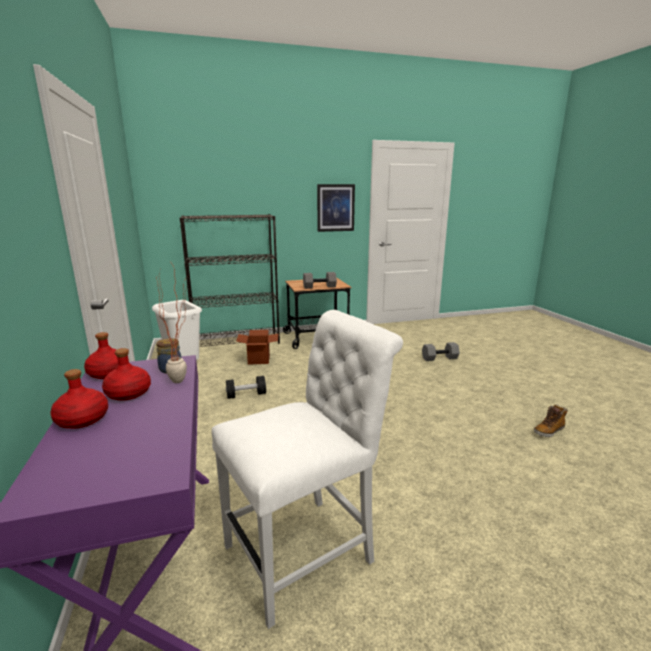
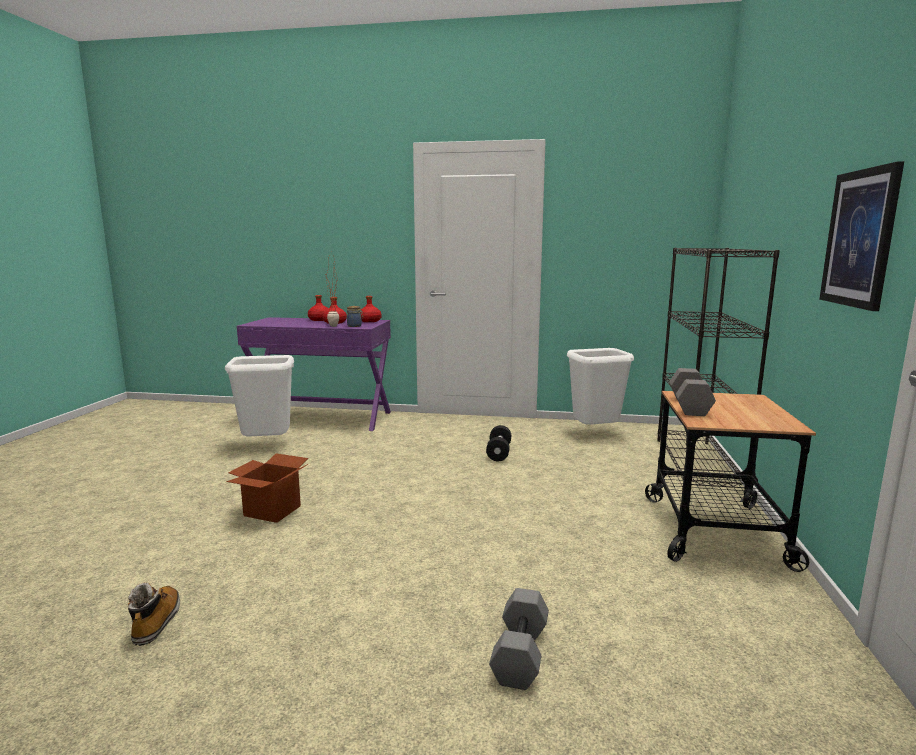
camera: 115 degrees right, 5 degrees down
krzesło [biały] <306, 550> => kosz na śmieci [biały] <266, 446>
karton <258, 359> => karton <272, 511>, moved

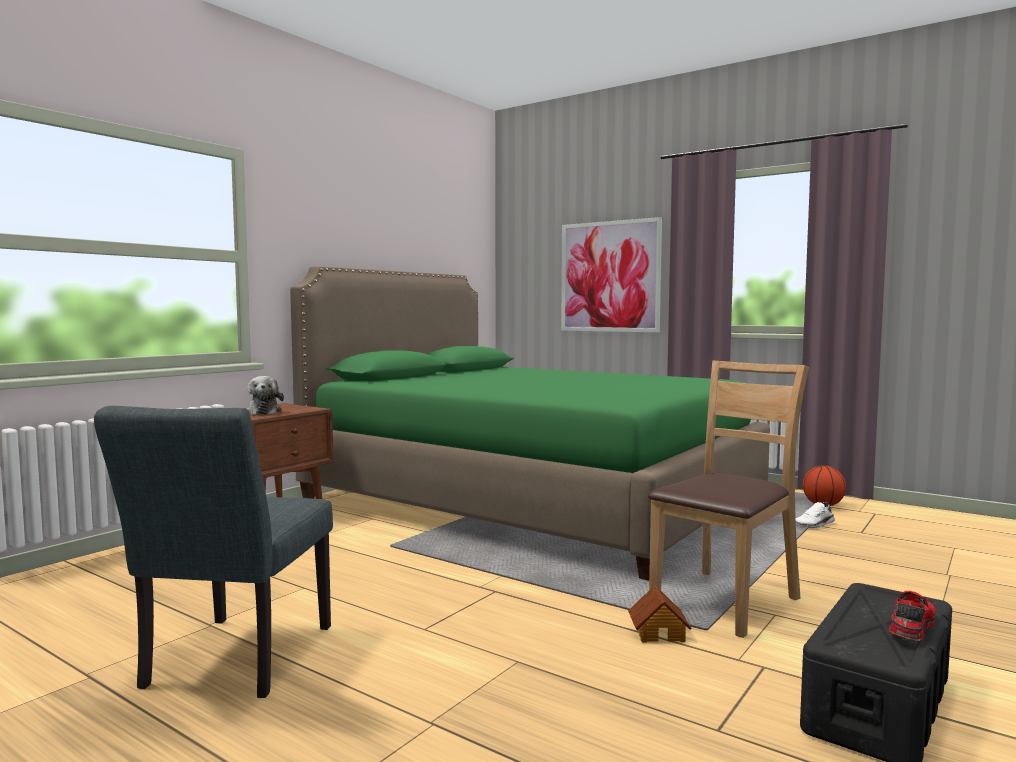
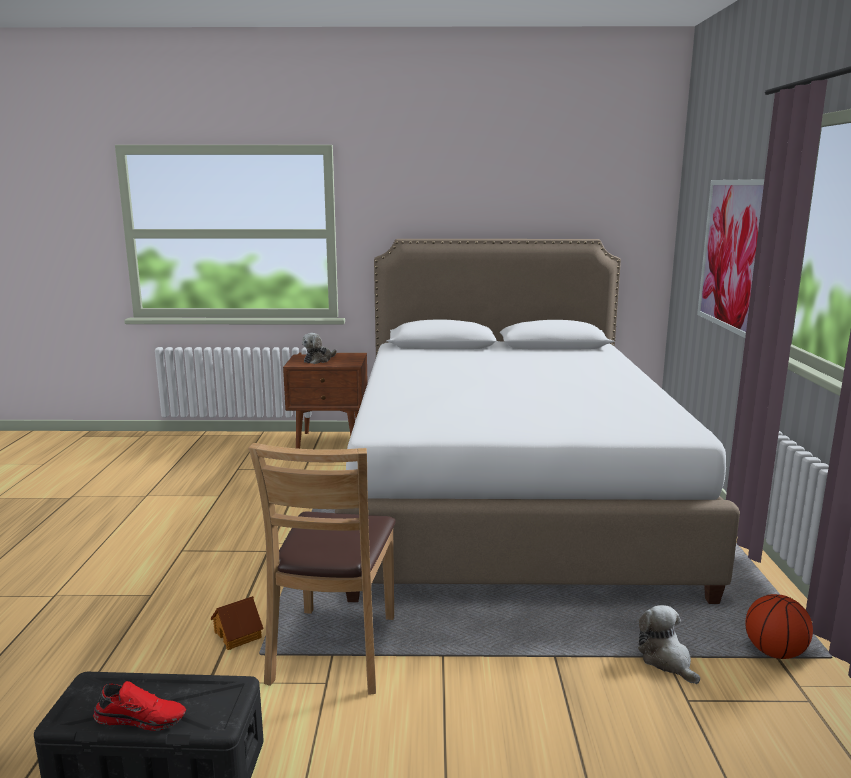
camera: 55 degrees right, 10 degrees up
łóżko [zielony] <531, 500> => łóżko [biały] <506, 497>
krzesło [brązowy] <725, 601> => krzesło [brązowy] <335, 650>, 90 degrees clockwise
krzesło [szary] <232, 663> => nothing
but [biały] <815, 525> => pluszak <666, 660>

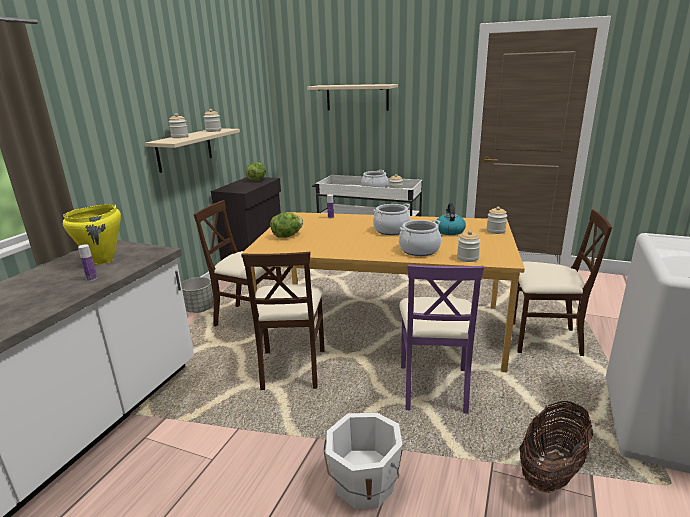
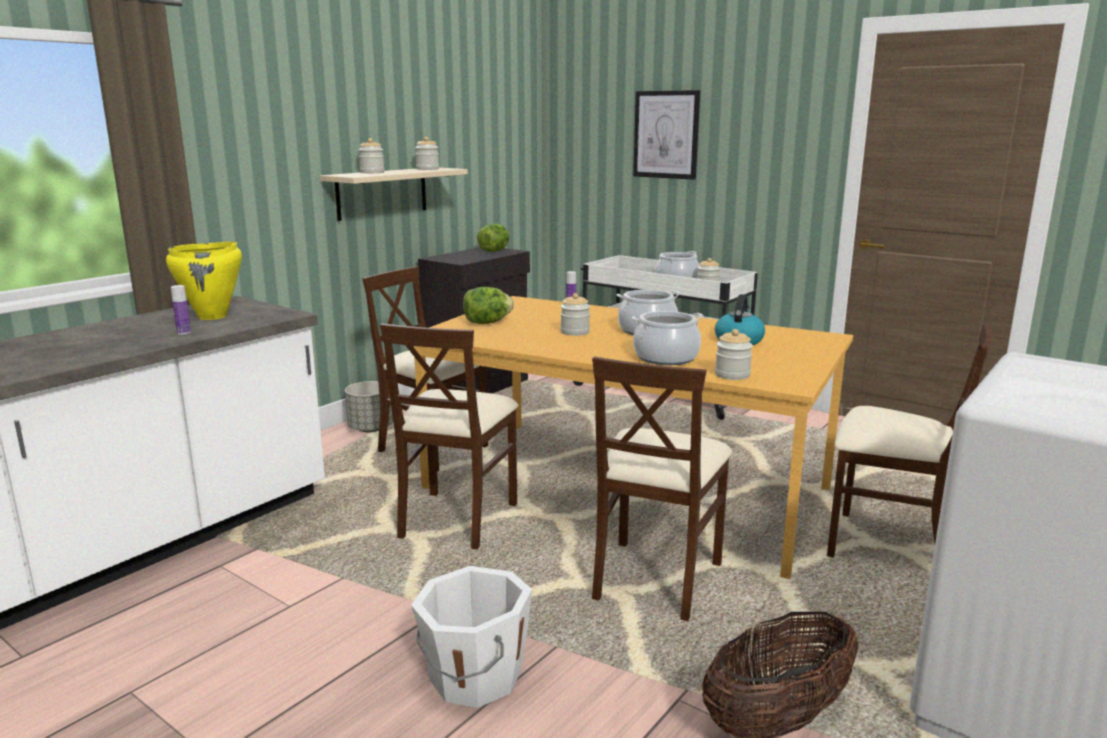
camera: 15 degrees right, 5 degrees down
półka [beżowy] <357, 97> => obraz <666, 134>
słoik <495, 231> => słoik <575, 332>, moved
krzesło [fioletowy] <434, 388> => krzesło [beżowy] <655, 579>

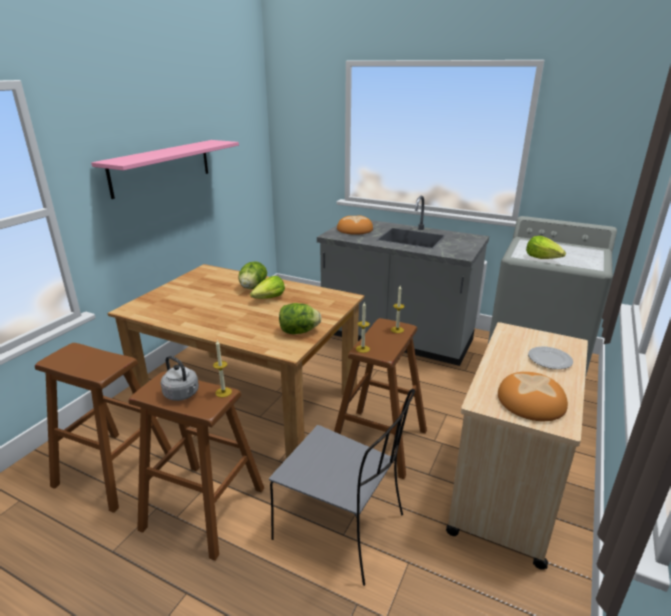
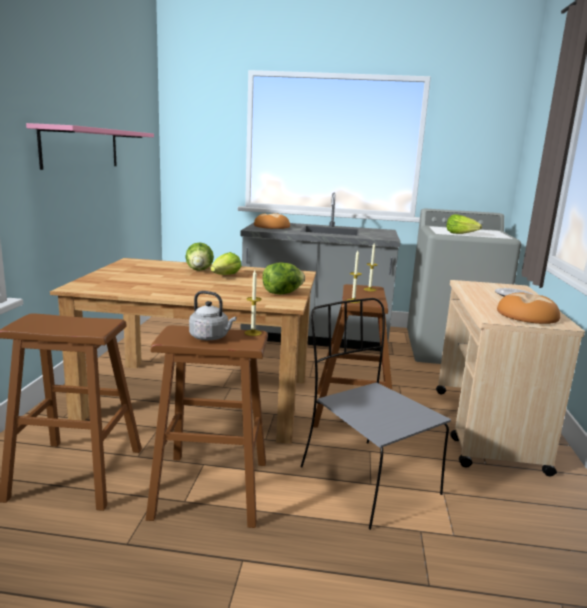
camera: 20 degrees left, 10 degrees down
krzesło [szary] <342, 528> => krzesło [szary] <366, 479>, 135 degrees counterclockwise

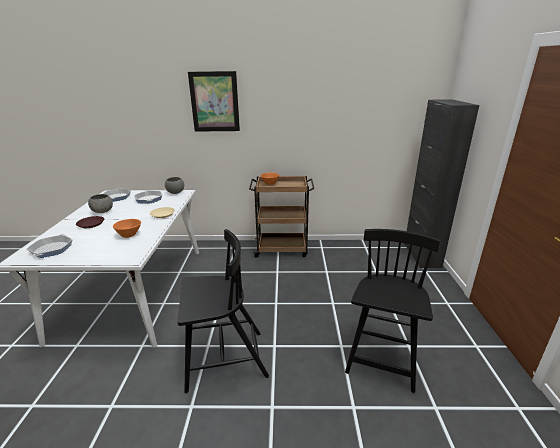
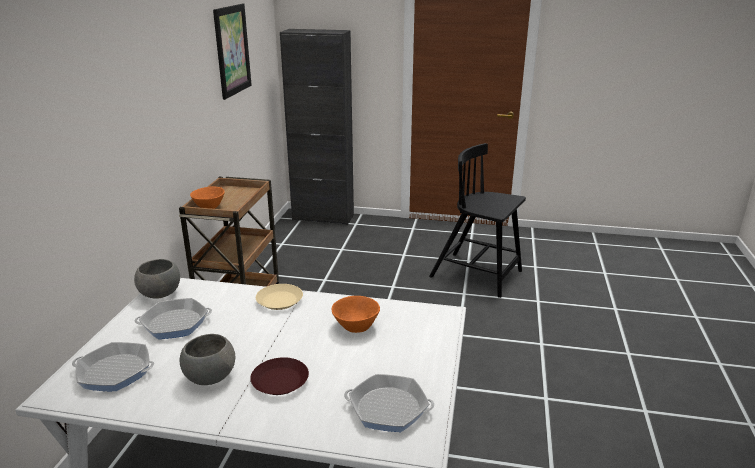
camera: 80 degrees left, 0 degrees up
obraz <214, 102> => obraz <232, 50>, moved
krzesło [czarny] <223, 360> => nothing

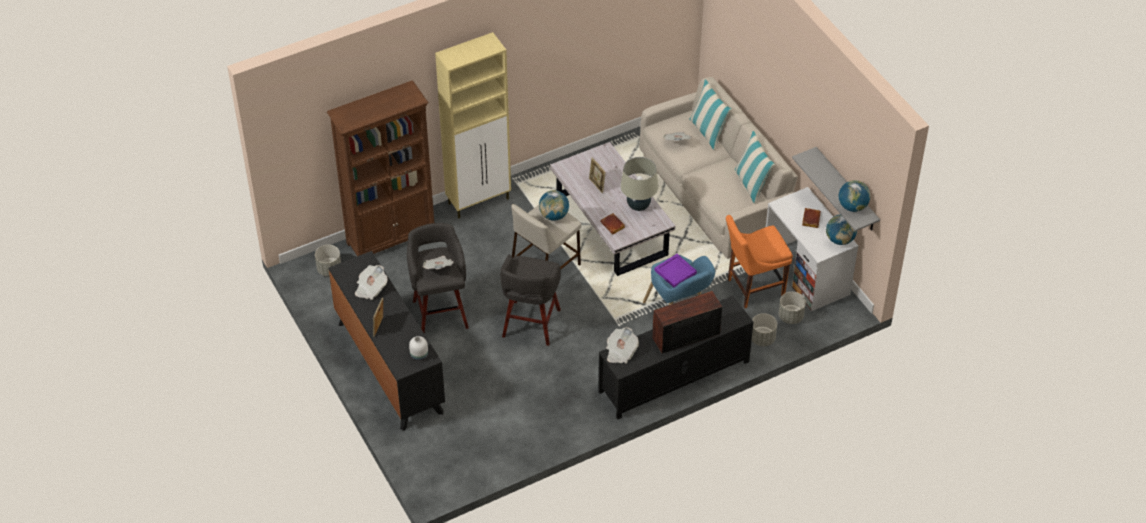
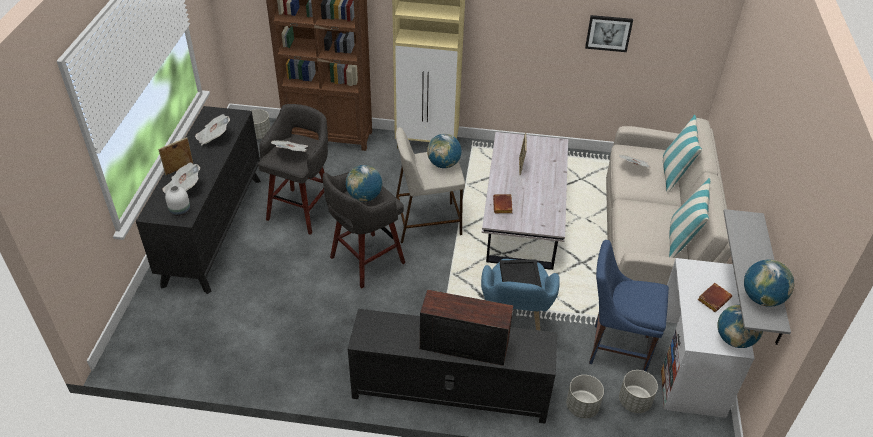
camera: 35 degrees right, 5 degrees down
lampa stołowa [beżowy] <638, 206> => nothing
krzesło [pomarańczowy] <752, 288> => krzesło [niebieski] <615, 348>
taca [fioletowy] <674, 272> => taca [czarny] <519, 276>
gazeta <620, 352> => gazeta <183, 188>, moved
nothing => obraz <608, 33>
nothing => globus <364, 197>

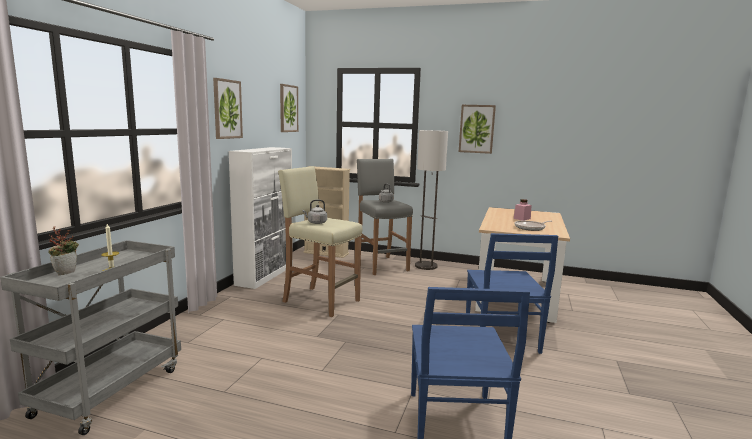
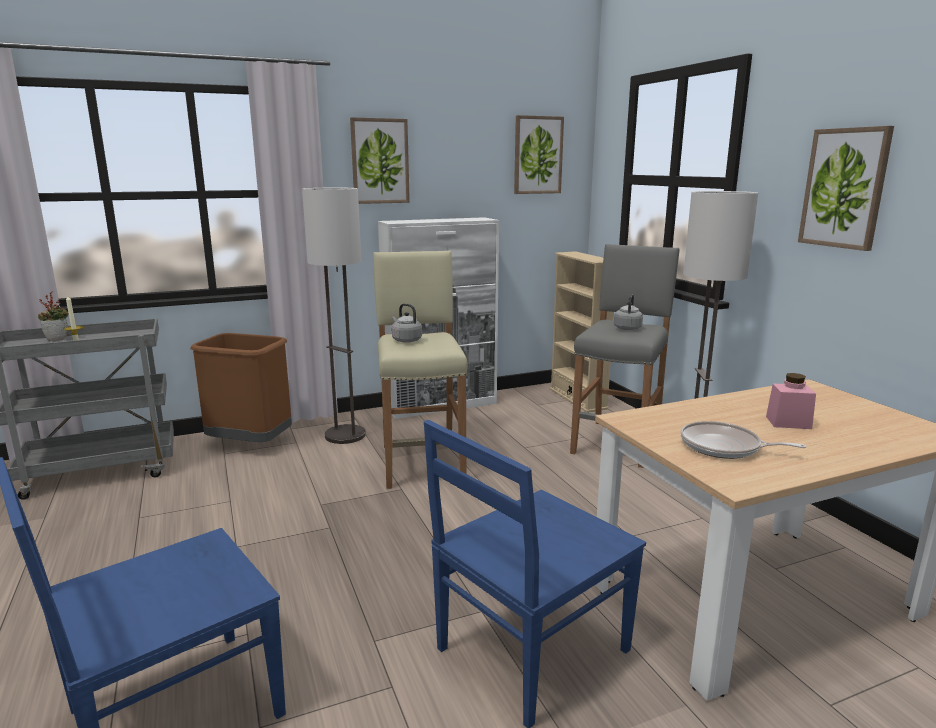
camera: 50 degrees right, 5 degrees up
nothing => lampa stojąca <344, 435>
nothing => kosz na śmieci [brązowy] <251, 444>

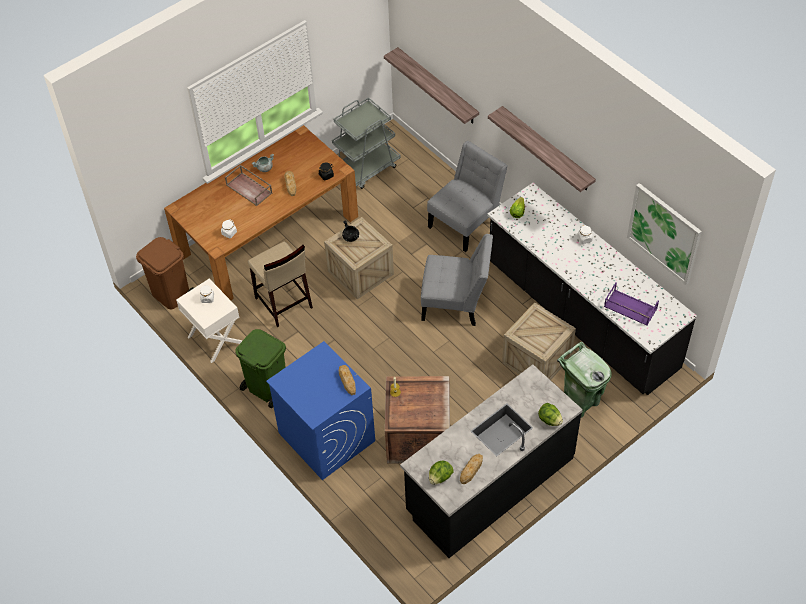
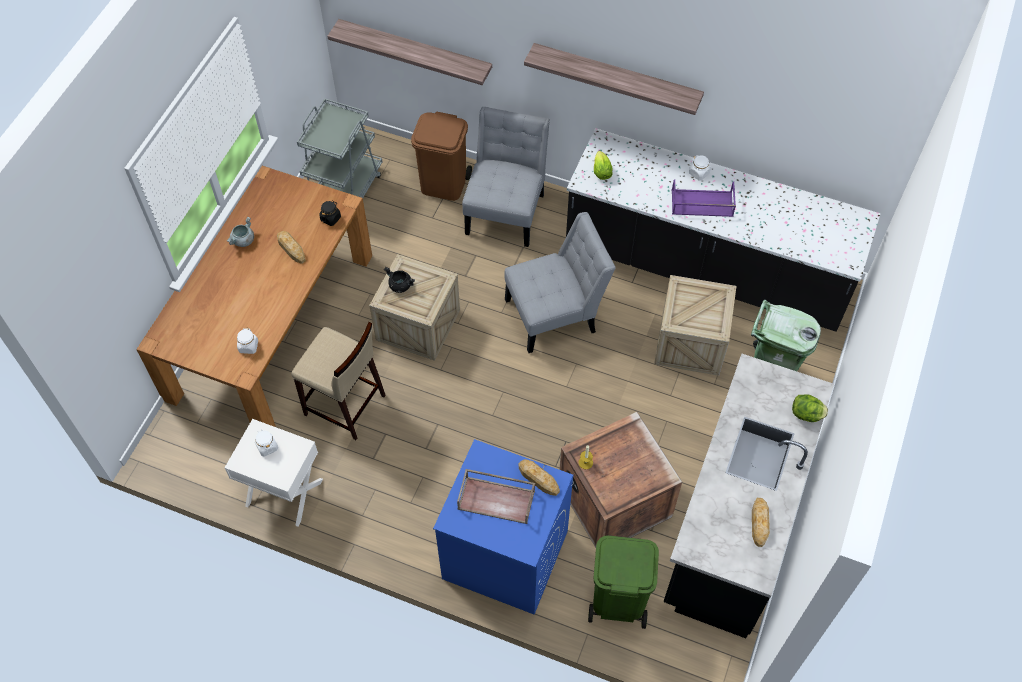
camera: 30 degrees left, 5 degrees up
taca [brązowy] <250, 189> => taca [brązowy] <497, 499>, moved
obraz <664, 233> => nothing
kosz na śmieci [brązowy] <172, 294> => kosz na śmieci [brązowy] <444, 184>, moved
taca [fioletowy] <629, 307> => taca [fioletowy] <701, 203>, moved
kosz na śmieci [zielony] <267, 387> => kosz na śmieci [zielony] <617, 600>, moved
sałata <440, 477> => nothing

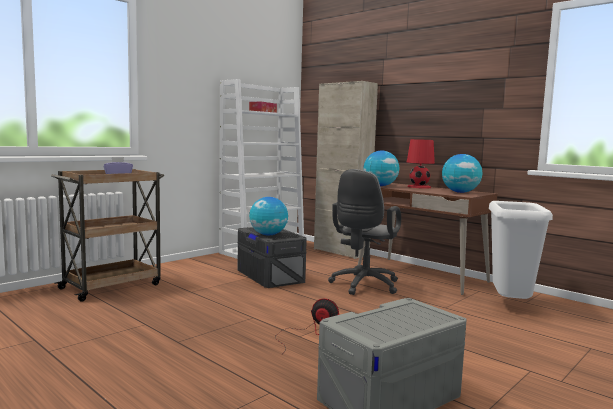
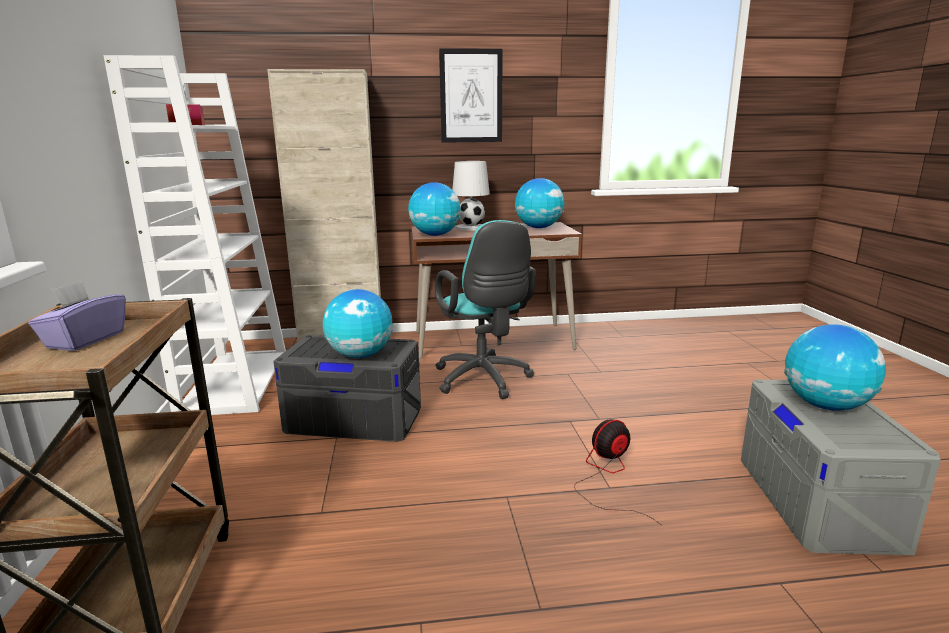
camera: 50 degrees left, 10 degrees up
lampa stołowa [czerwony] <419, 187> => lampa stołowa [biały] <471, 228>
krzesło biurowe [szary] <363, 286> => krzesło biurowe [turkusowy] <484, 381>
kosz na śmieci [biały] <511, 305> => nothing
nothing => obraz <471, 96>
nothing => globus <825, 405>

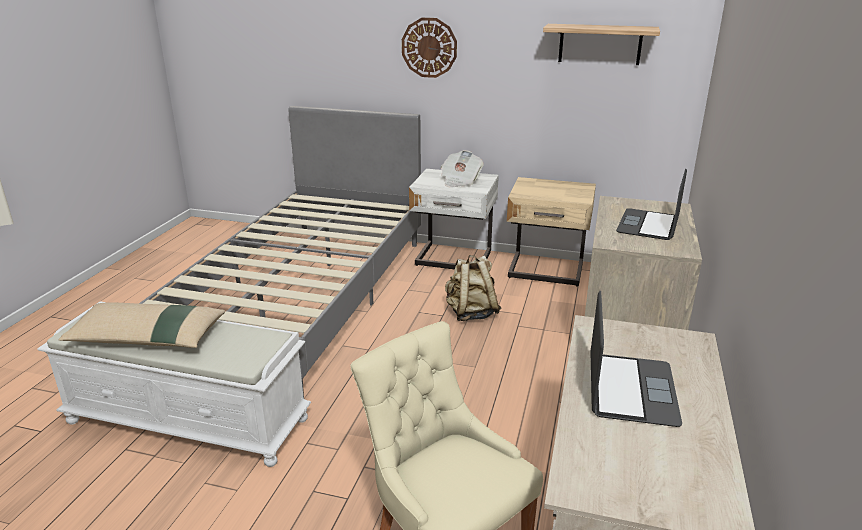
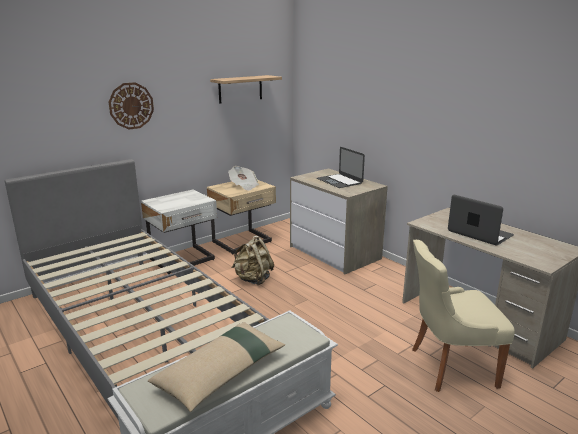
camera: 55 degrees left, 5 degrees down
gazeta <460, 181> => gazeta <244, 186>, moved

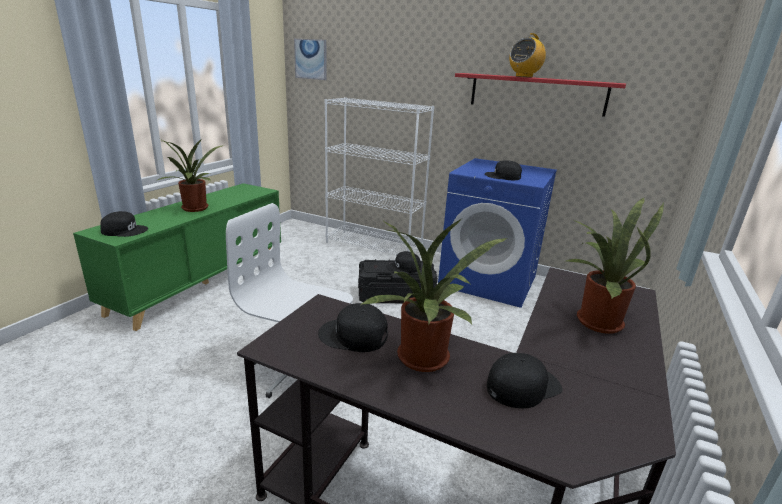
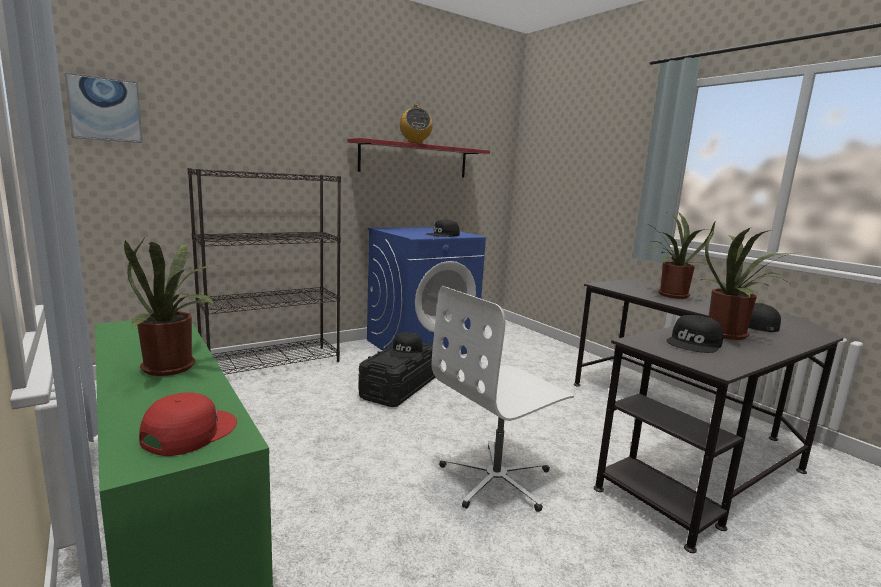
camera: 60 degrees left, 10 degrees down
regał [biały] <374, 246> => regał [czarny] <272, 363>
czapka z daszkiem [czarny] <125, 230> => czapka z daszkiem [czerwony] <189, 432>

